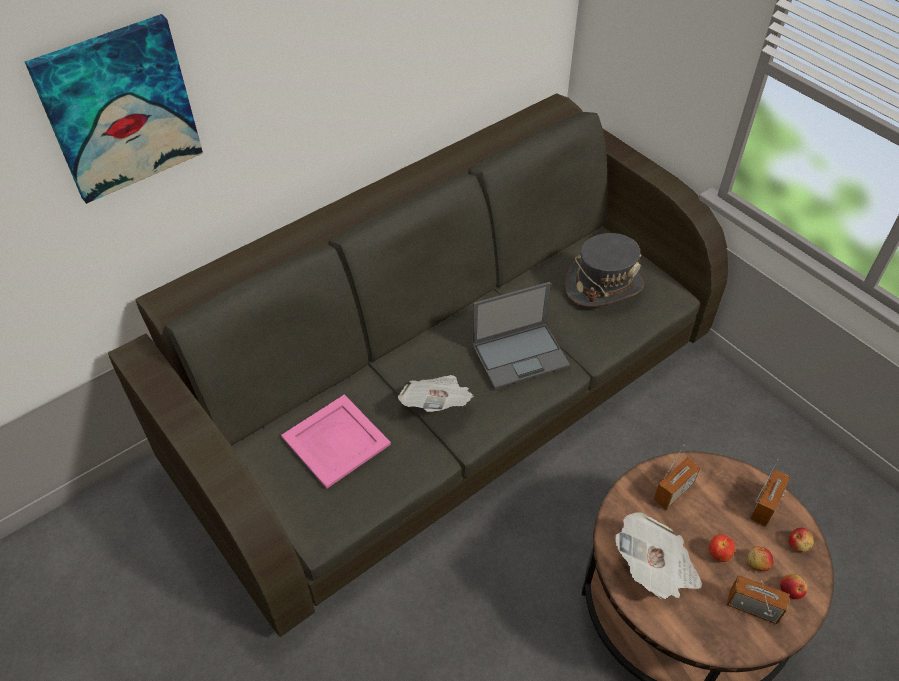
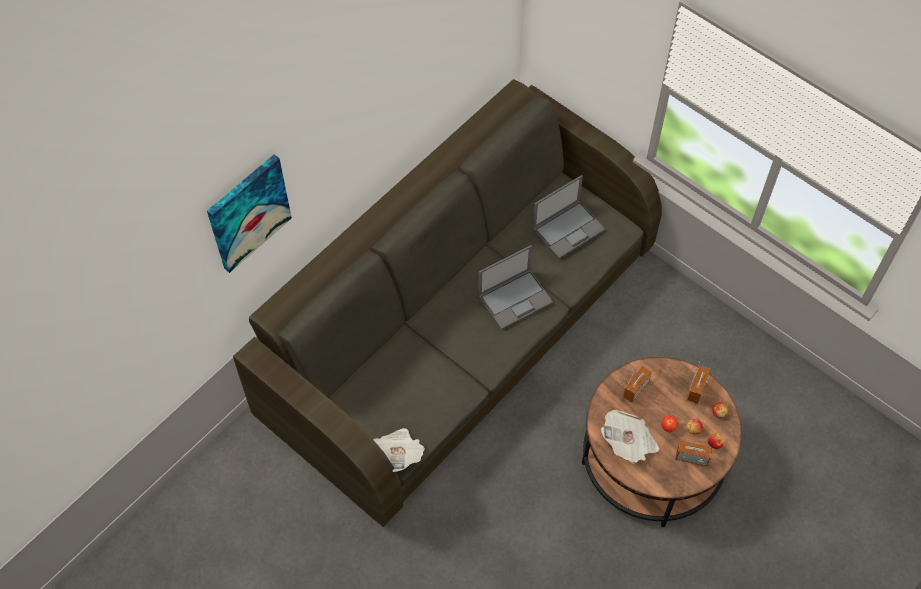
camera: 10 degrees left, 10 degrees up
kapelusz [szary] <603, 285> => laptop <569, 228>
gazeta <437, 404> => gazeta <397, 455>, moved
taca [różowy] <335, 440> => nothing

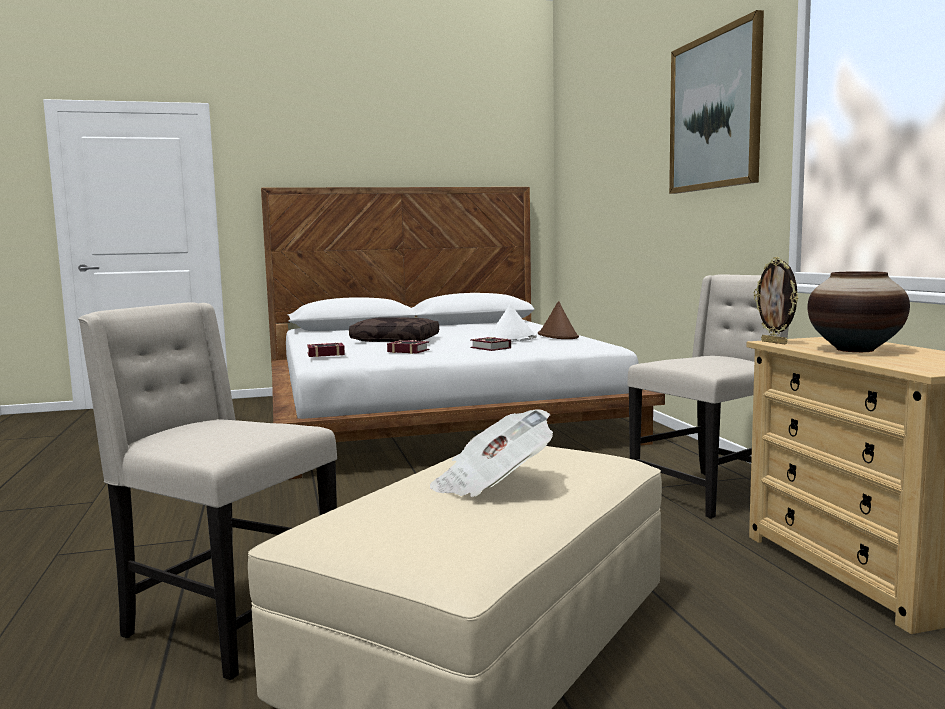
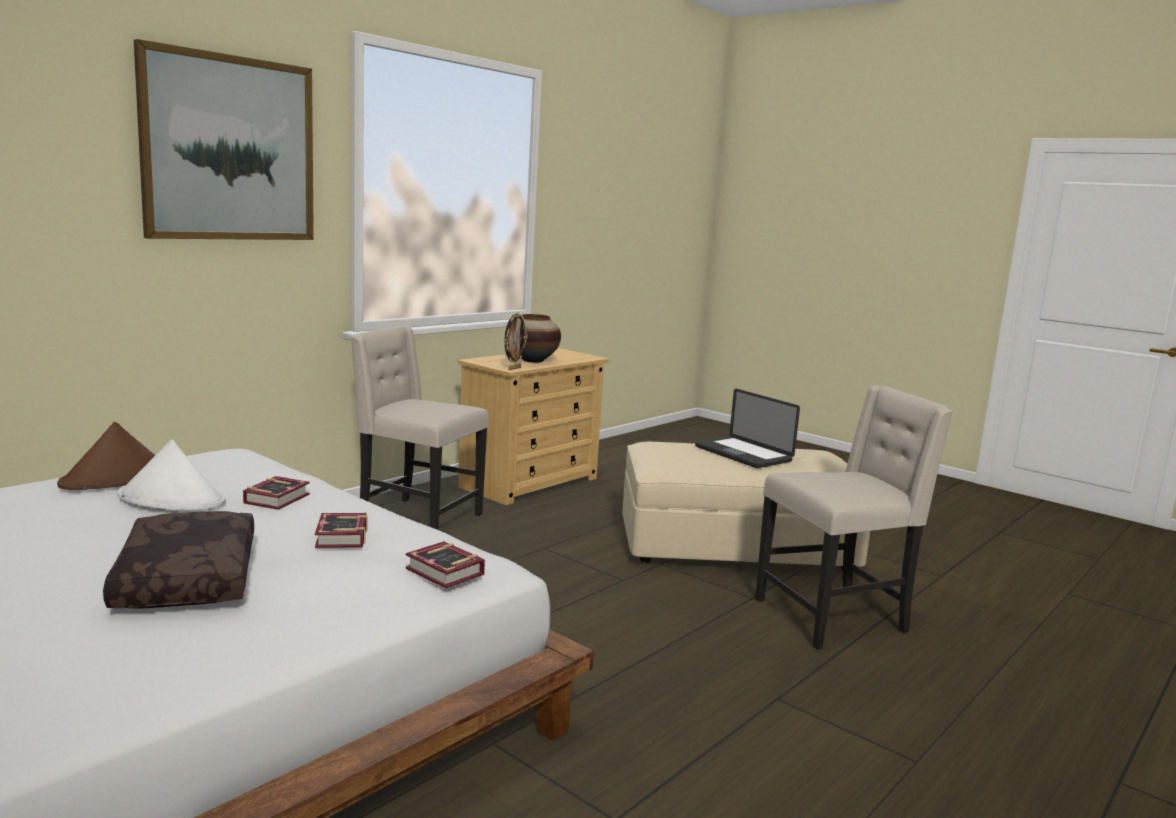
camera: 125 degrees left, 5 degrees up
krzesło [beżowy] <226, 623> => krzesło [beżowy] <834, 617>, 105 degrees counterclockwise
gazeta <491, 485> => laptop <743, 454>

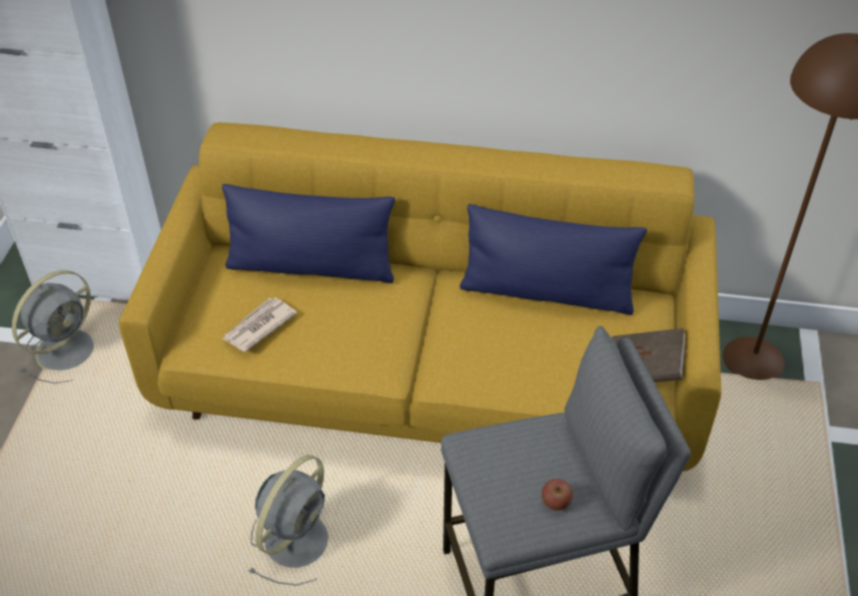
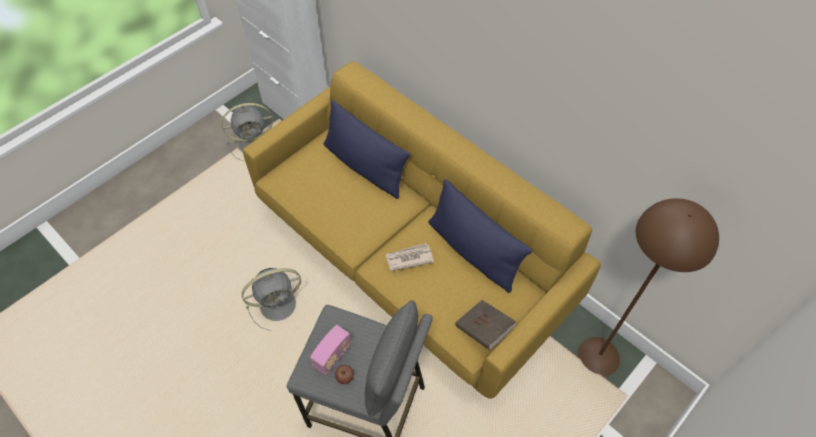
camera: 35 degrees right, 10 degrees up
gazeta <258, 326> => gazeta <409, 258>, moved
nothing => radio <332, 355>

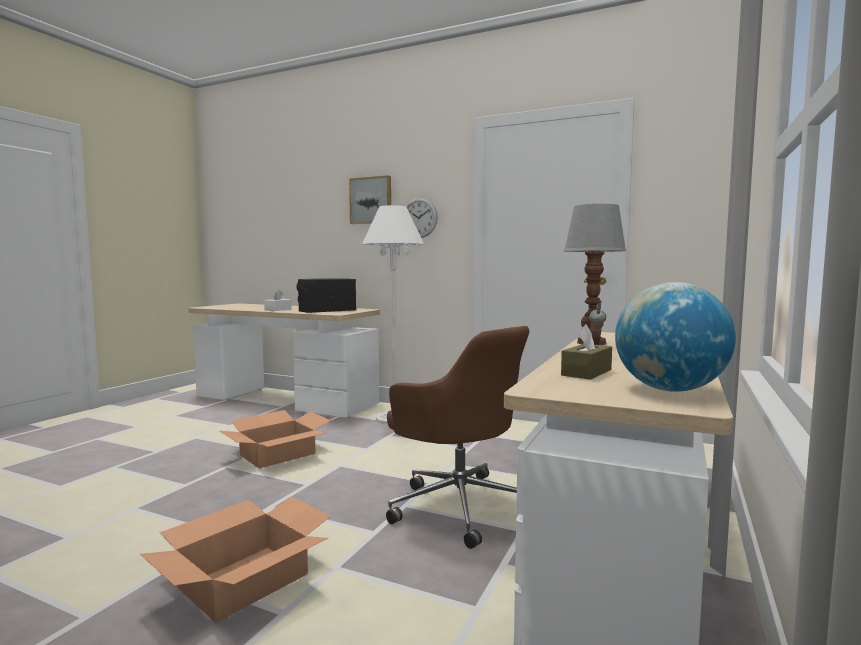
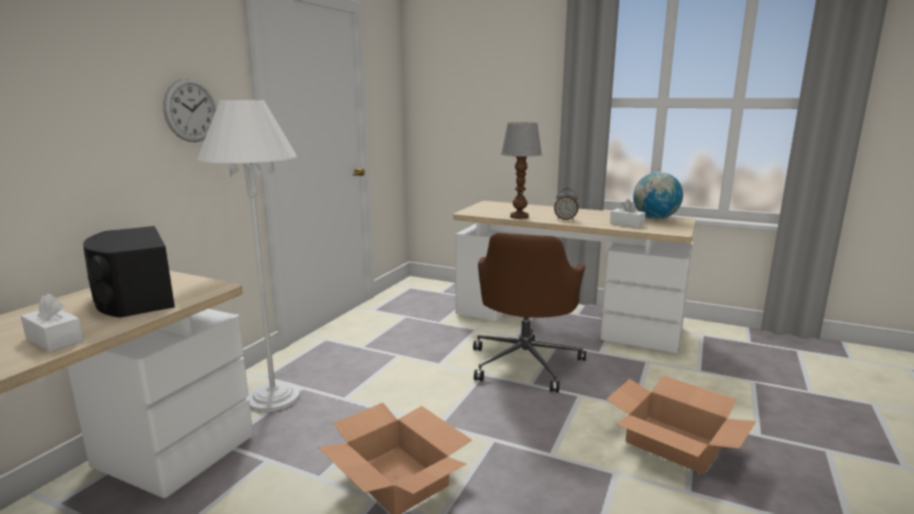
camera: 90 degrees left, 10 degrees up
obraz <371, 200> => nothing
pudełko chusteczek [brązowy] <586, 372> => pudełko chusteczek [biały] <626, 224>
krzesło biurowe [brązowy] <459, 505> => krzesło biurowe [brązowy] <525, 363>, 150 degrees clockwise

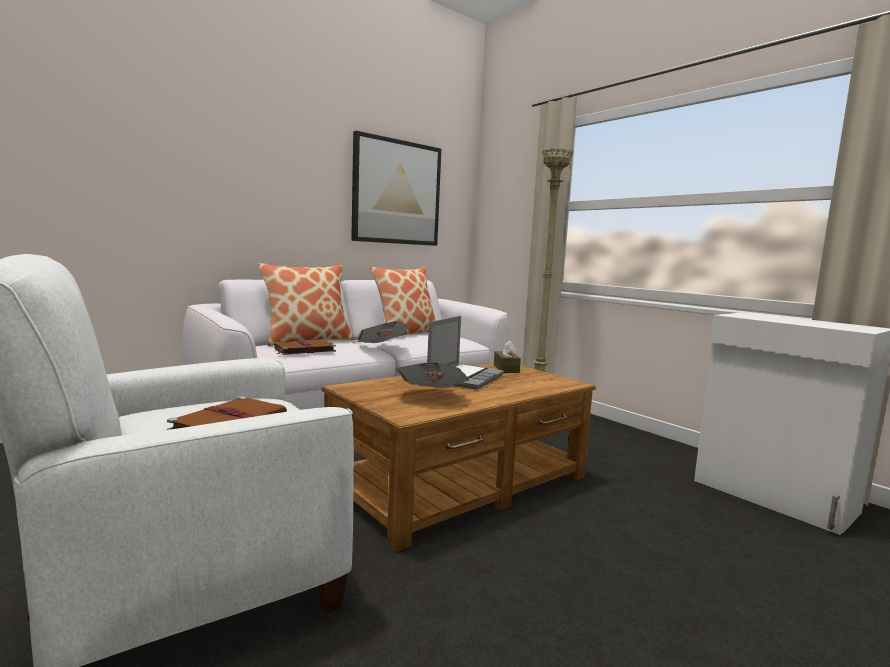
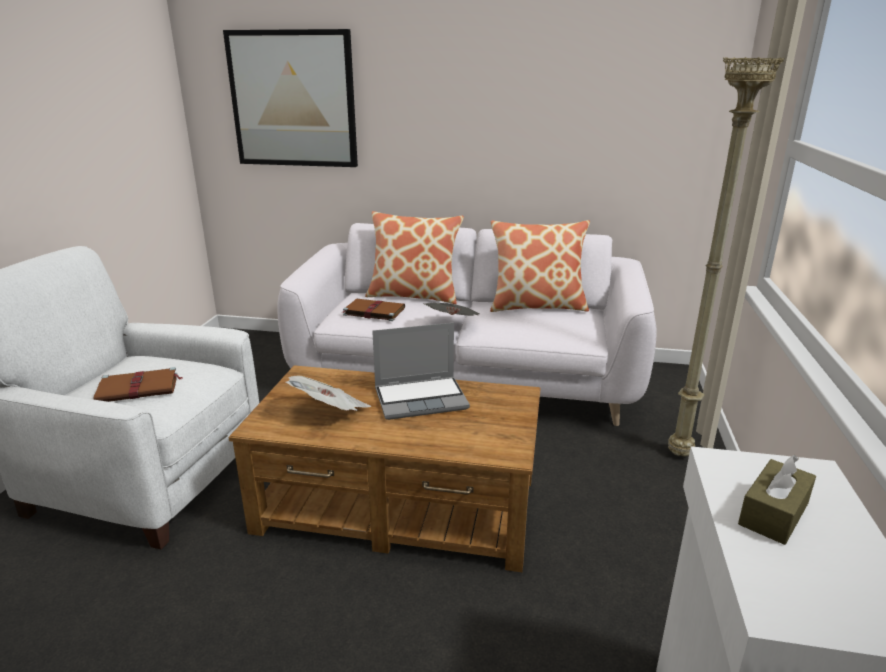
camera: 50 degrees right, 15 degrees up
obraz <396, 192> => obraz <293, 99>, moved
pudełko chusteczek [brązowy] <506, 369> => pudełko chusteczek [brązowy] <773, 514>, moved

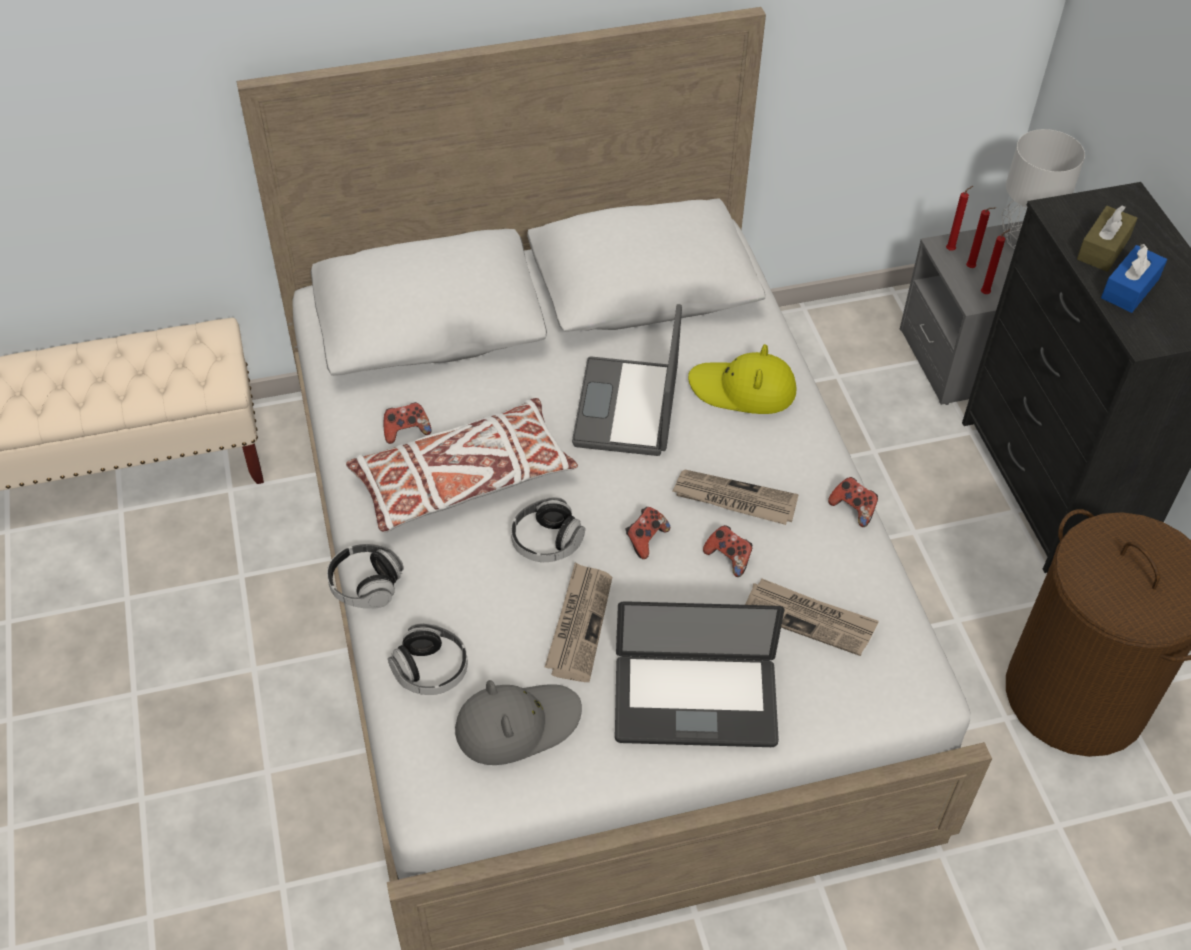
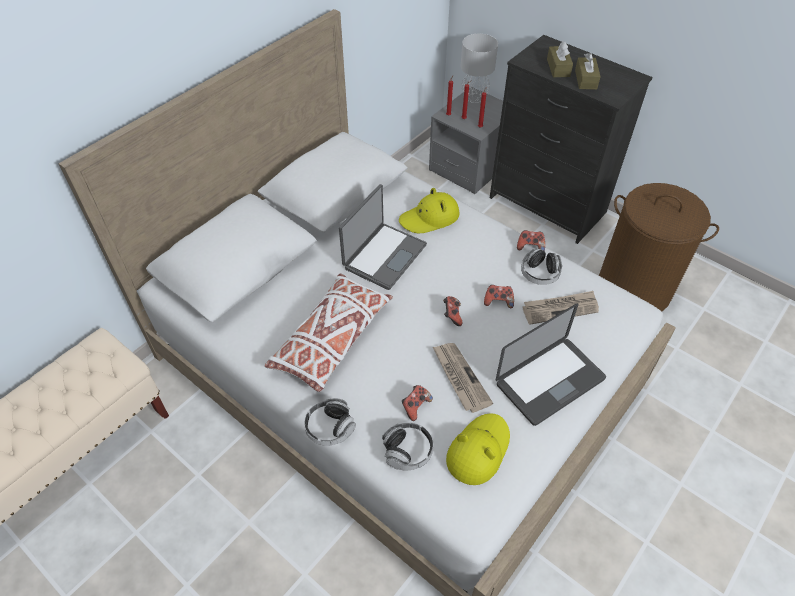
camera: 35 degrees left, 0 degrees up
pudełko chusteczek [niebieski] <1130, 288> => pudełko chusteczek [brązowy] <585, 79>
laptop <628, 408> => laptop <383, 256>, 120 degrees counterclockwise
pad do gier <406, 431> => pad do gier <415, 406>, moved
gazeta <734, 500> => nothing
słuchawki <546, 542> => słuchawki <539, 274>, moved
kapelusz [szary] <517, 724> => kapelusz [żółty] <478, 450>

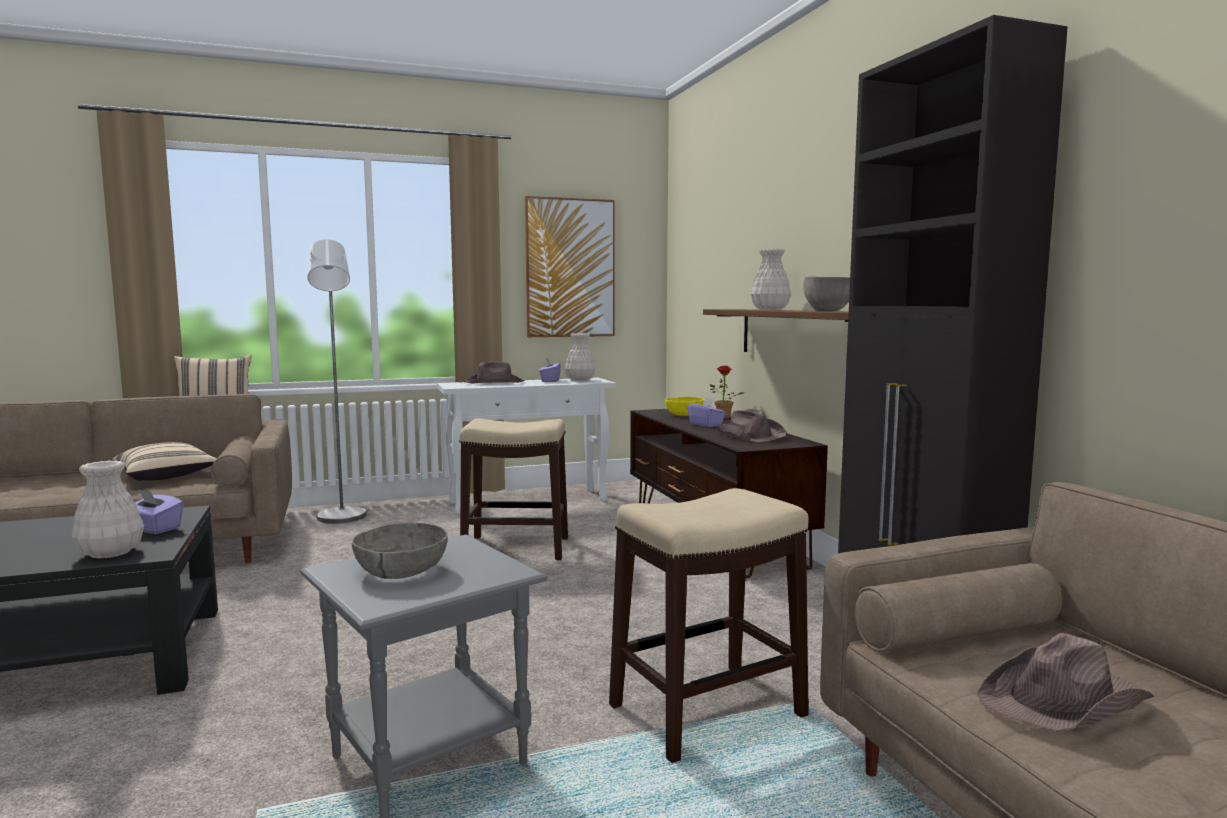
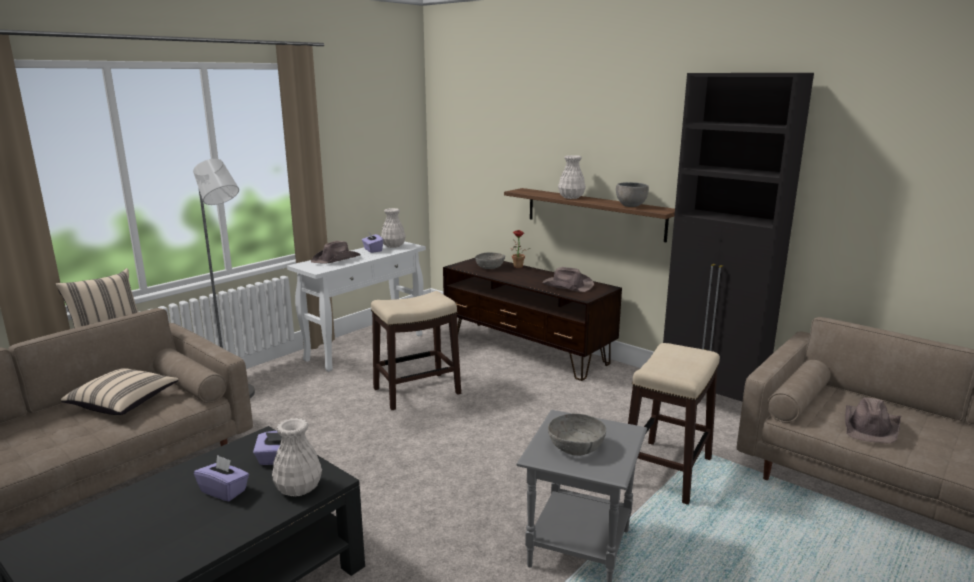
camera: 30 degrees left, 10 degrees up
obraz <570, 268> => nothing
miska [żółty] <685, 415> => miska [szary] <490, 267>
pudełko chusteczek [fioletowy] <706, 424> => pudełko chusteczek [fioletowy] <224, 491>, moved

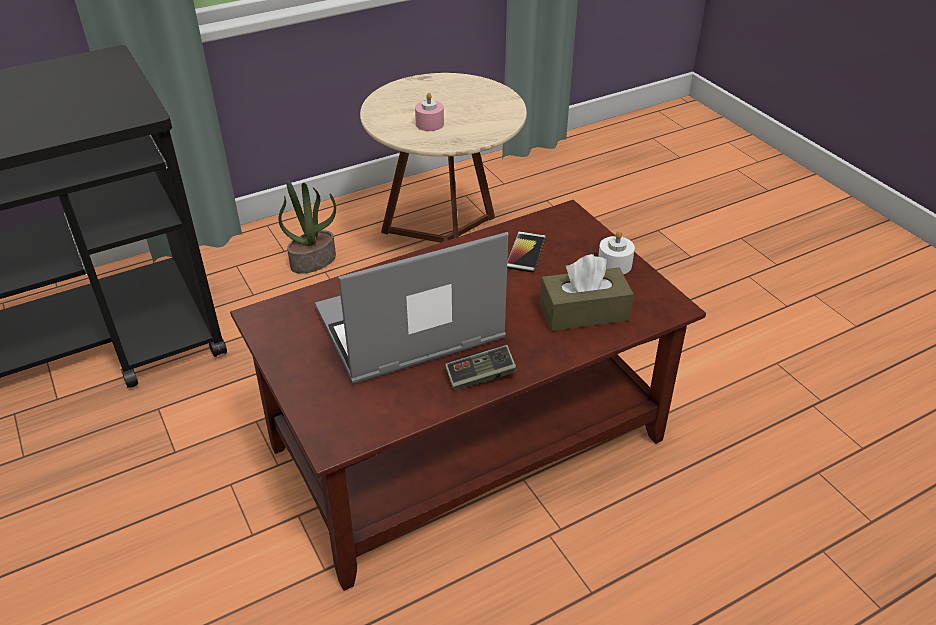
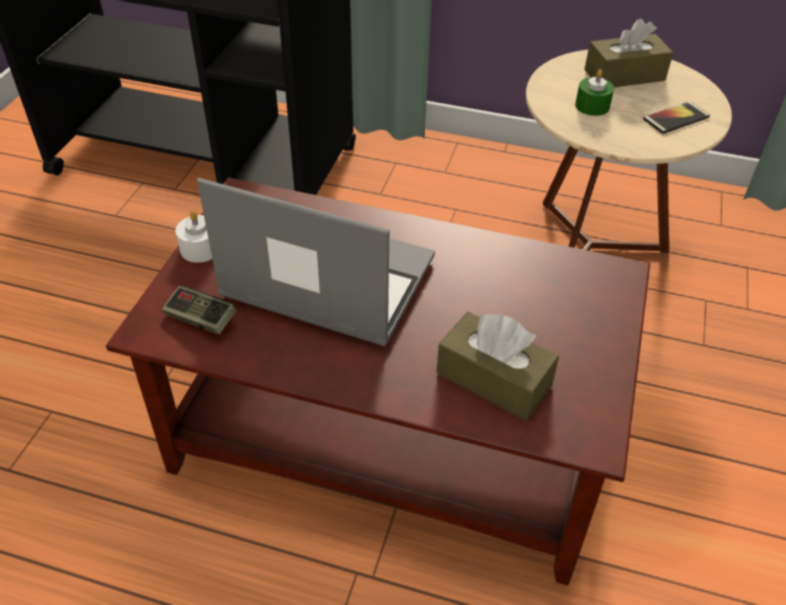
camera: 45 degrees right, 5 degrees up
świeca [różowy] <429, 124> => świeca [zielony] <592, 106>
roślina doniczkowa <313, 261> => nothing
telefon <525, 252> => telefon <676, 118>, moved
świeca [biały] <614, 264> => świeca [biały] <200, 248>, moved
pad do gier <480, 376> => pad do gier <200, 319>, moved
nothing => pudełko chusteczek [brązowy] <624, 75>

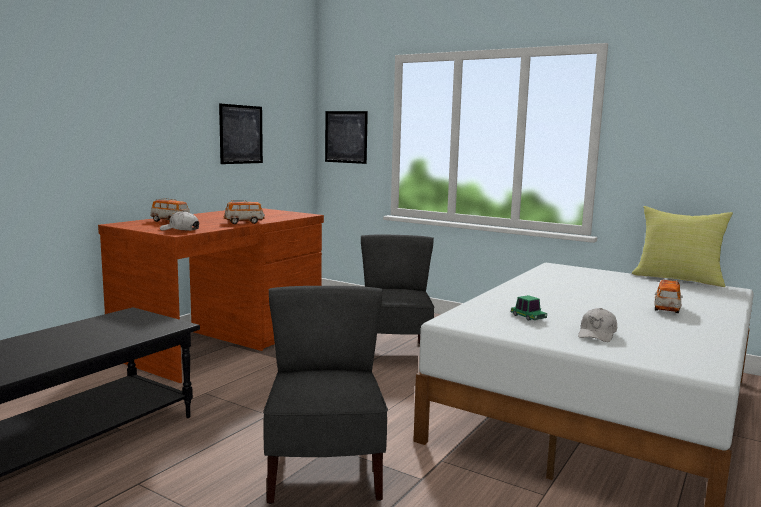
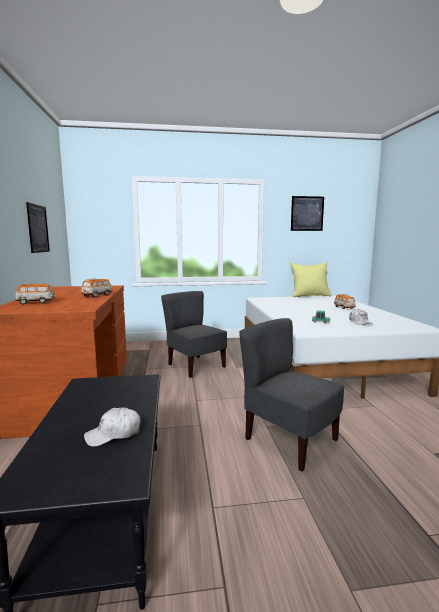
camera: 40 degrees left, 0 degrees up
obraz <346, 137> => obraz <307, 213>, moved
czapka z daszkiem [biały] <180, 230> => czapka z daszkiem [biały] <114, 434>, moved

